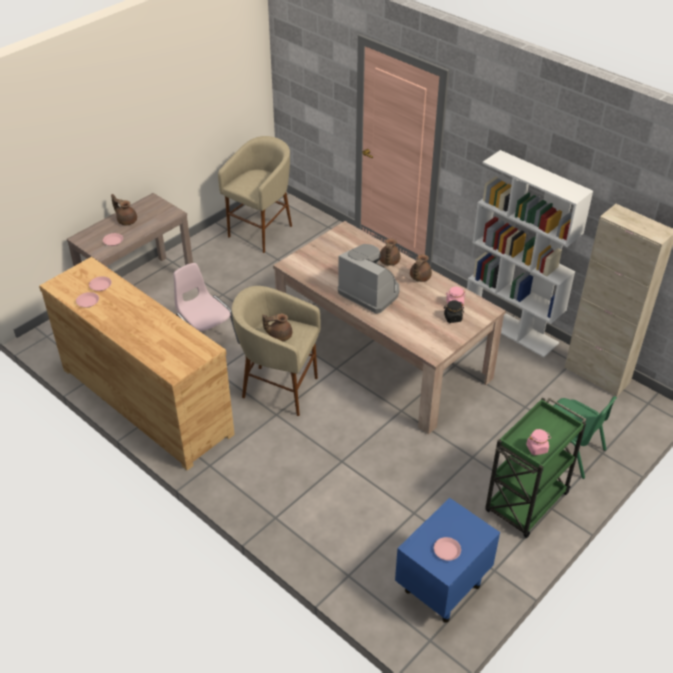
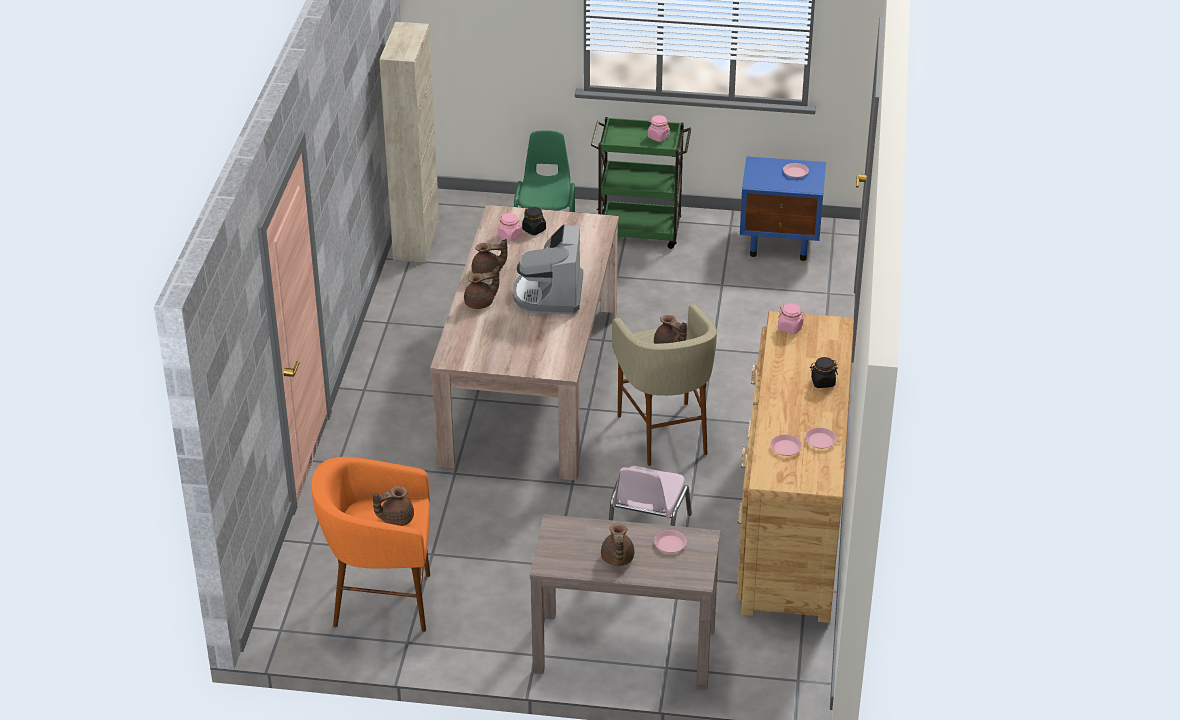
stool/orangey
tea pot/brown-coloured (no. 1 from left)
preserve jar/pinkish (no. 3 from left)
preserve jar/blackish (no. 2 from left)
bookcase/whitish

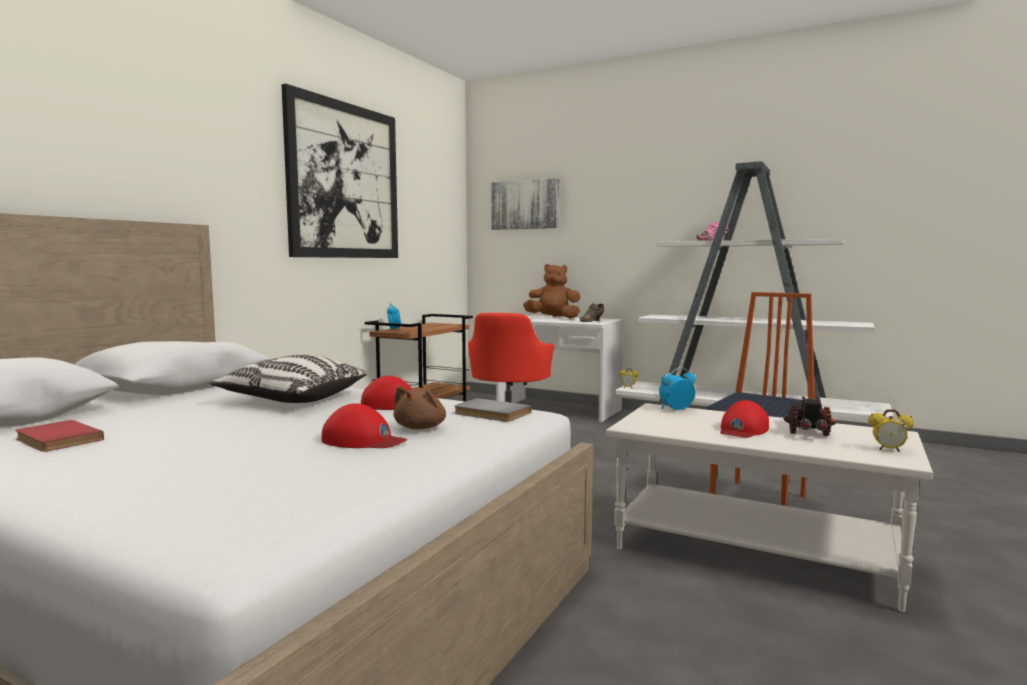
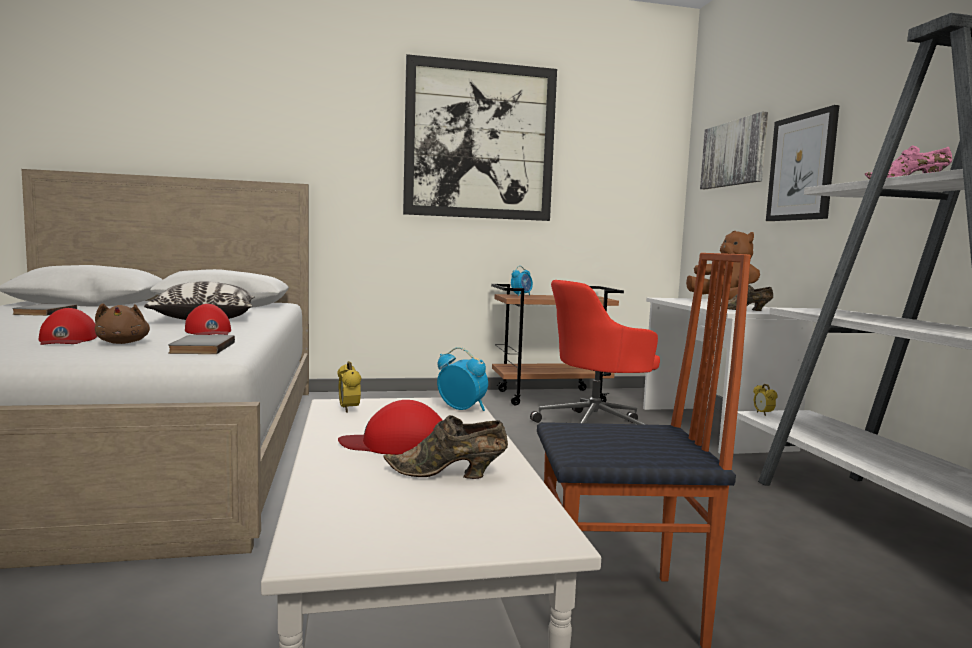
book/gray (no. 1 from left)
soft toy/brown-coloured (no. 1 from left)
alarm clock (no. 1 from left)
shoe/brown-coloured (no. 1 from left)
wall picture (no. 3 from left)

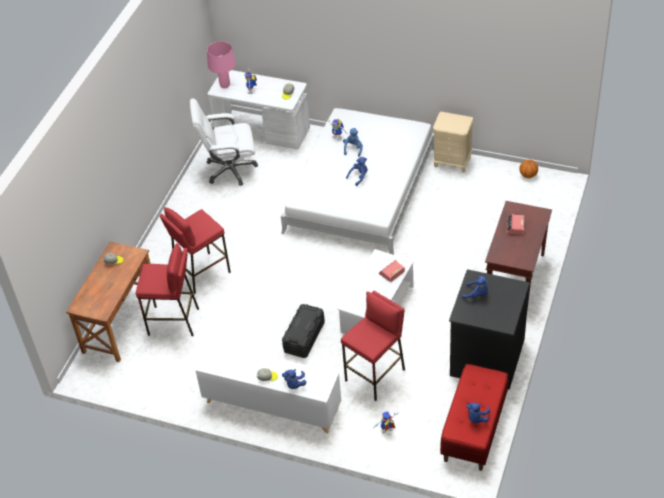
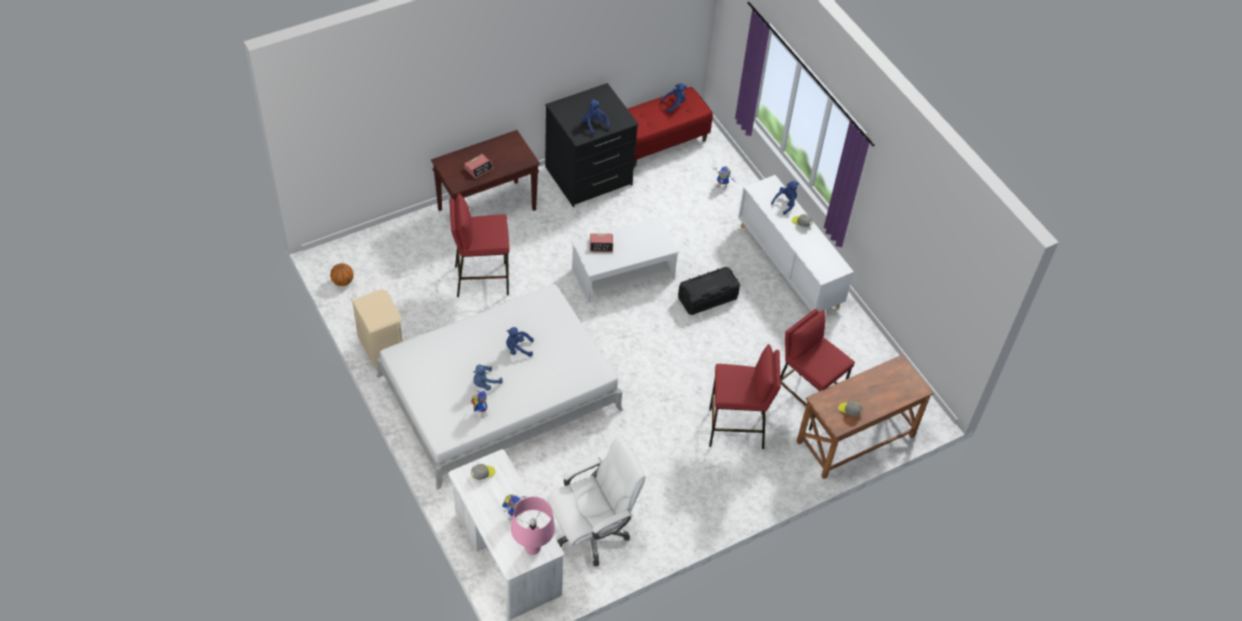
stool/red-coloured (no. 1 from left)
office chair/whitish

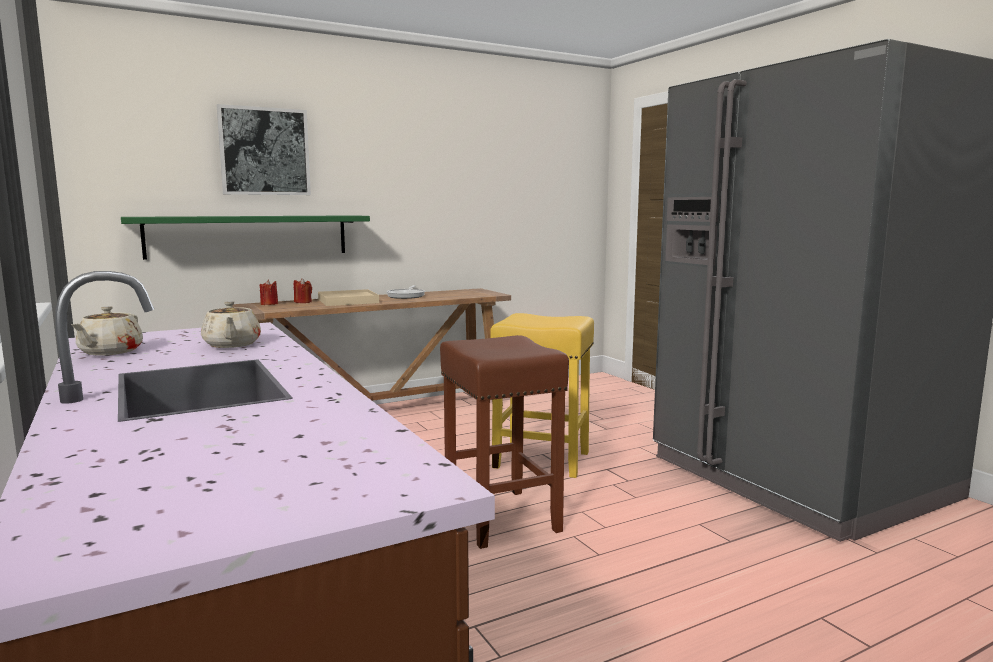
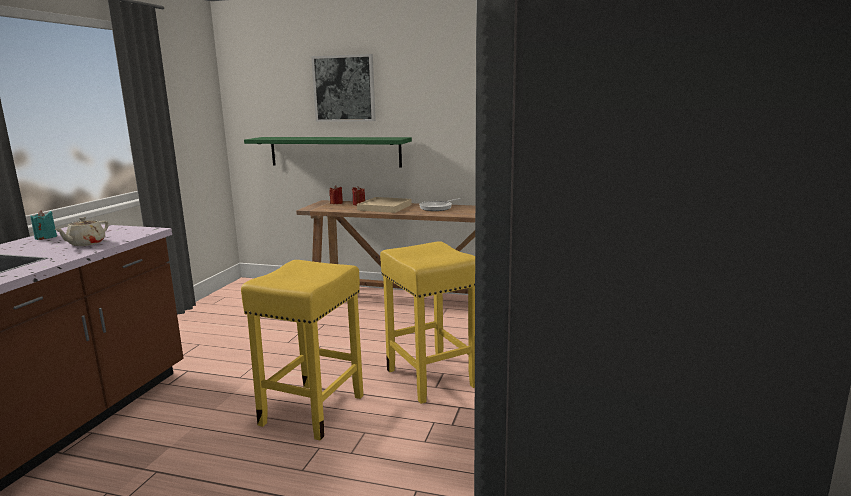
candle/turquoise
stool/yellowish (no. 1 from left)

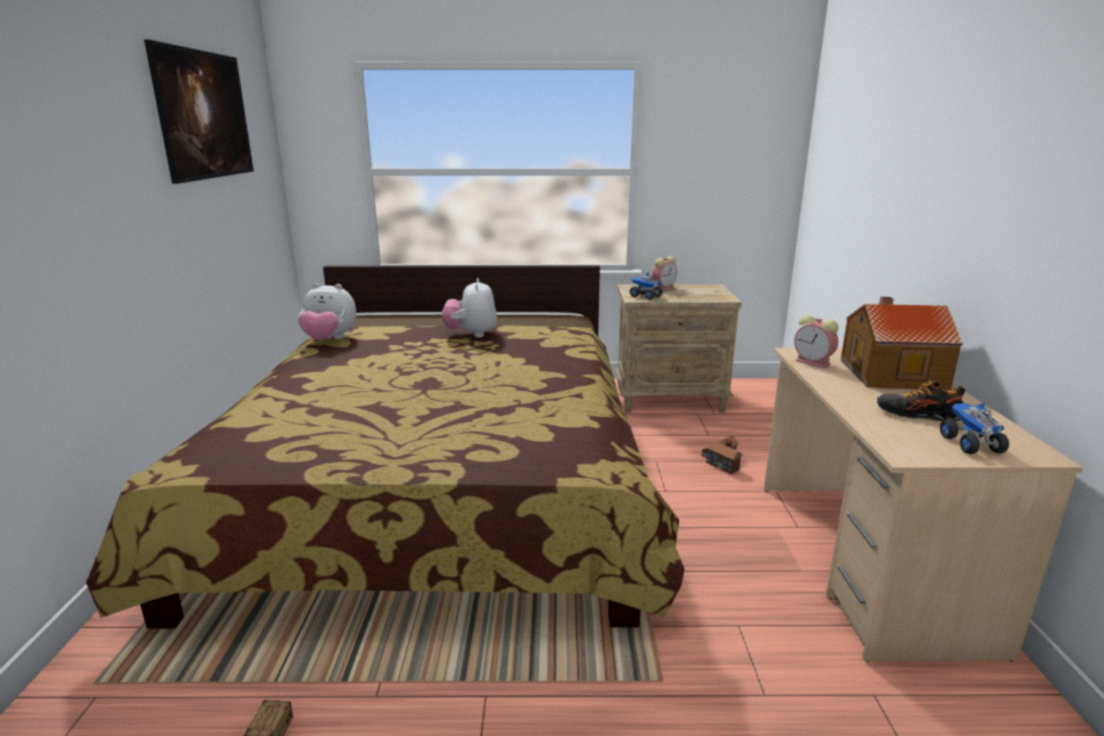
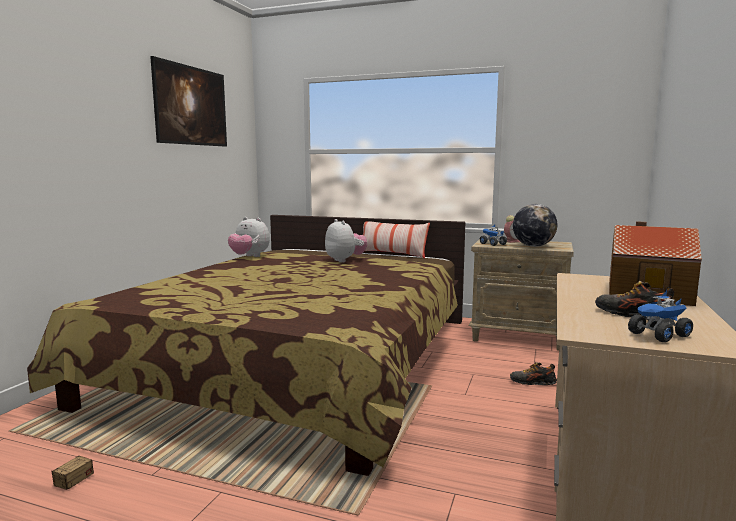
soft toy (no. 2 from left)
pillow
shoe (no. 1 from left)
desk globe
toy lorry (no. 2 from left)
alarm clock (no. 2 from left in the first image)

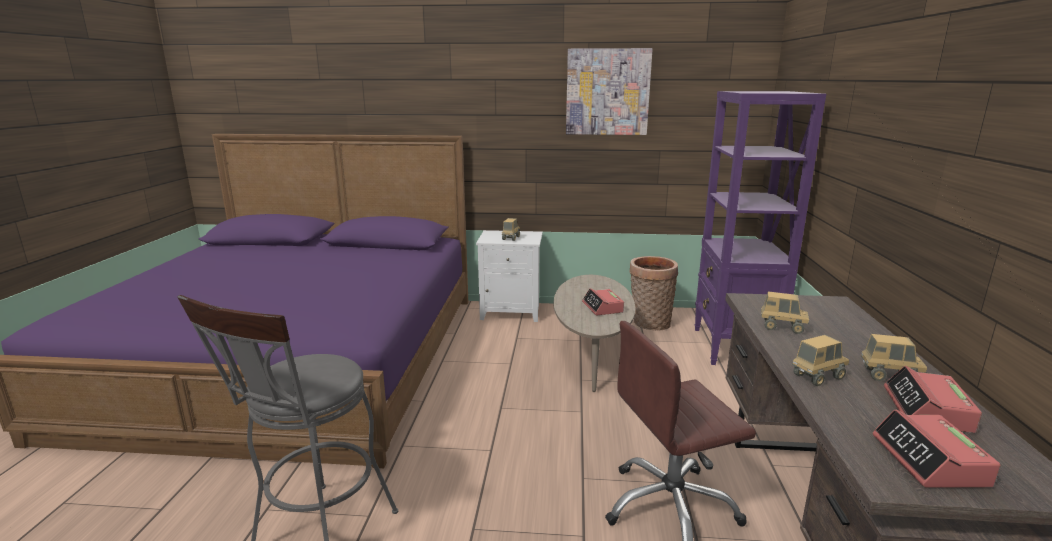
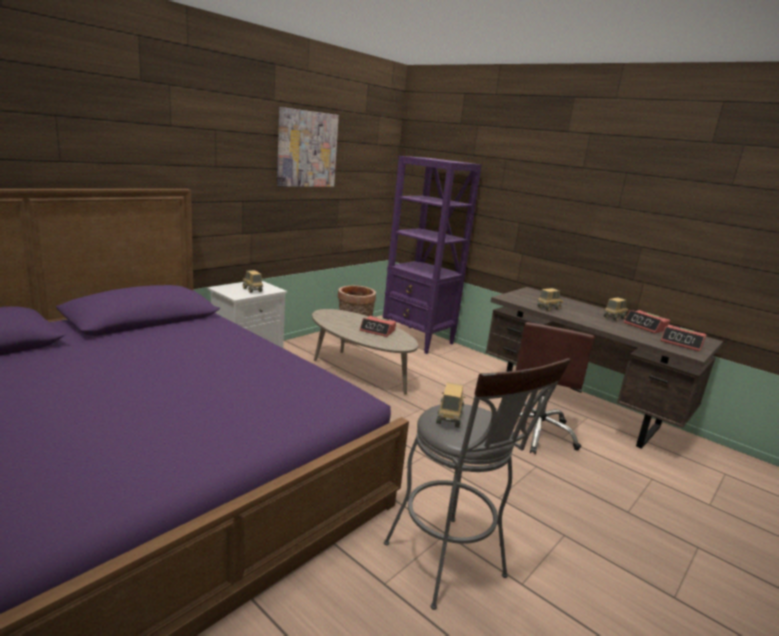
toy lorry (no. 2 from left)

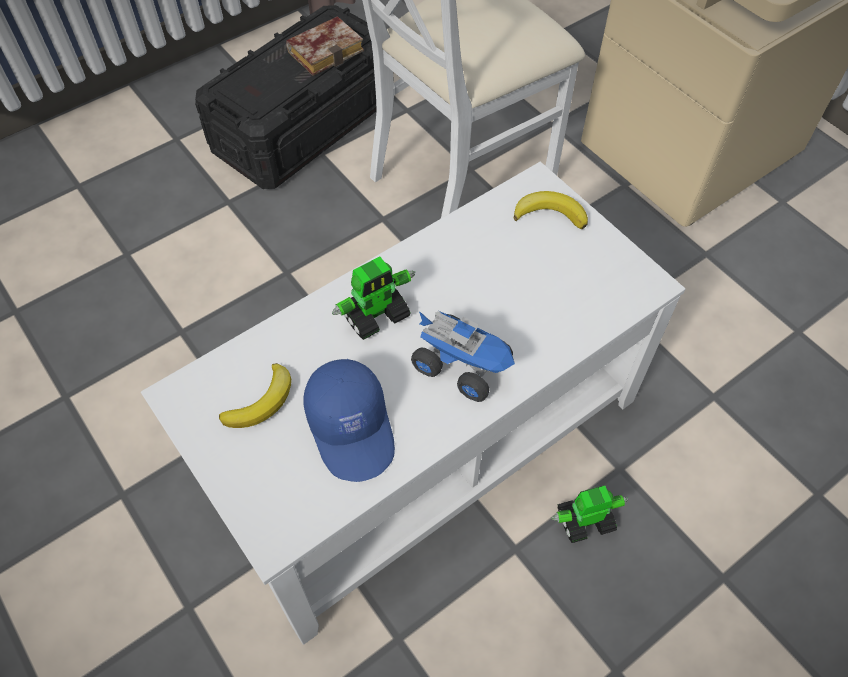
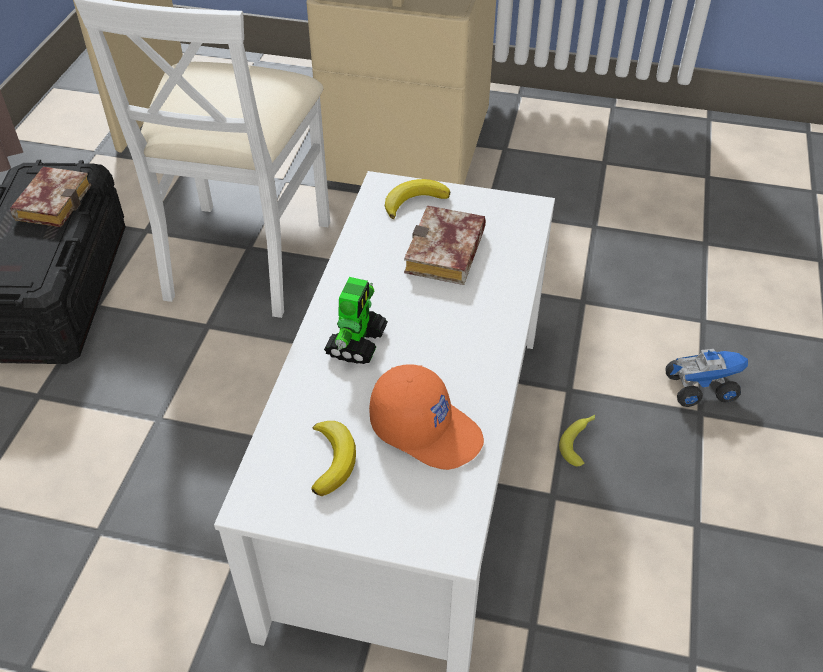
cap/orangey
book (no. 2 from left)
whole banana (no. 3 from left)
toy lorry

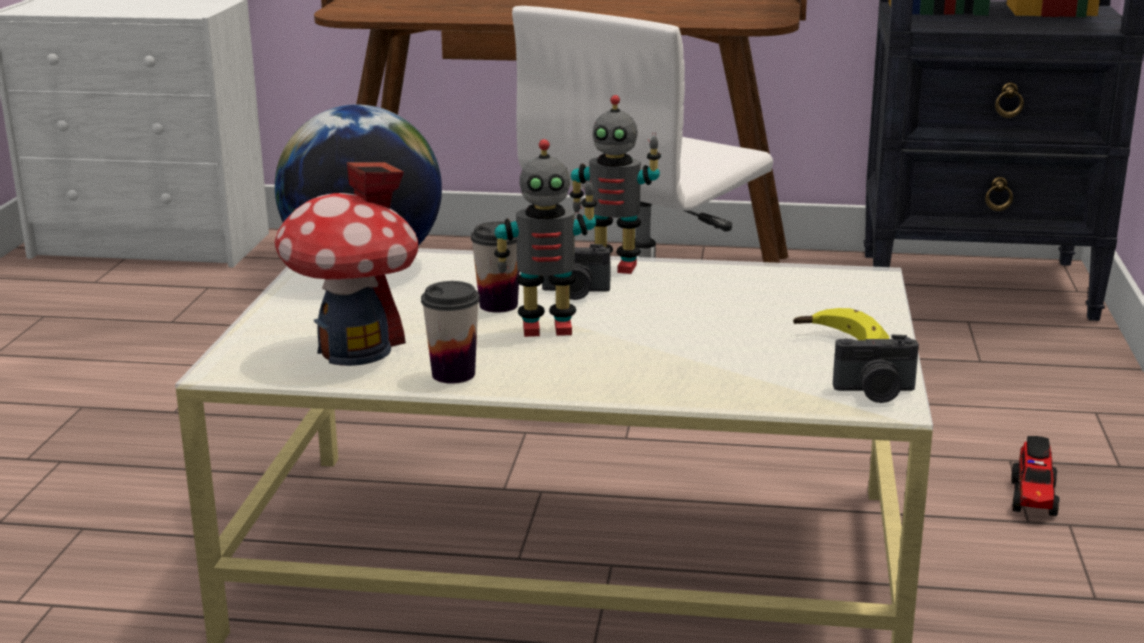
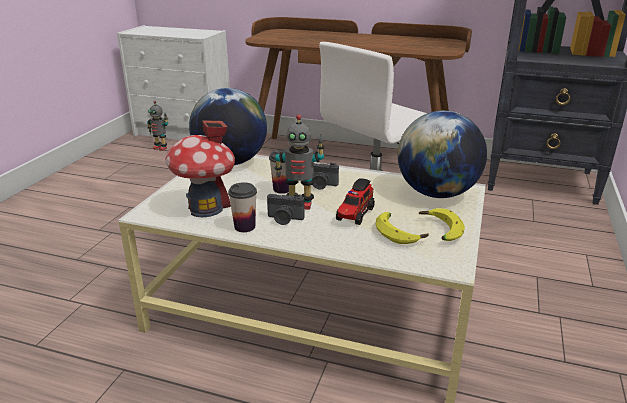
robot figure (no. 1 from left)
still camera (no. 1 from left)
toy lorry
whole banana (no. 1 from left)
desk globe (no. 2 from left)

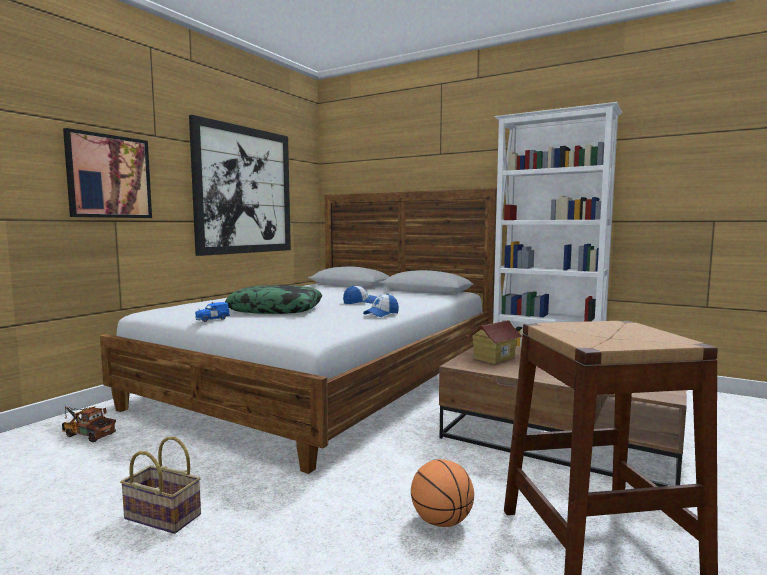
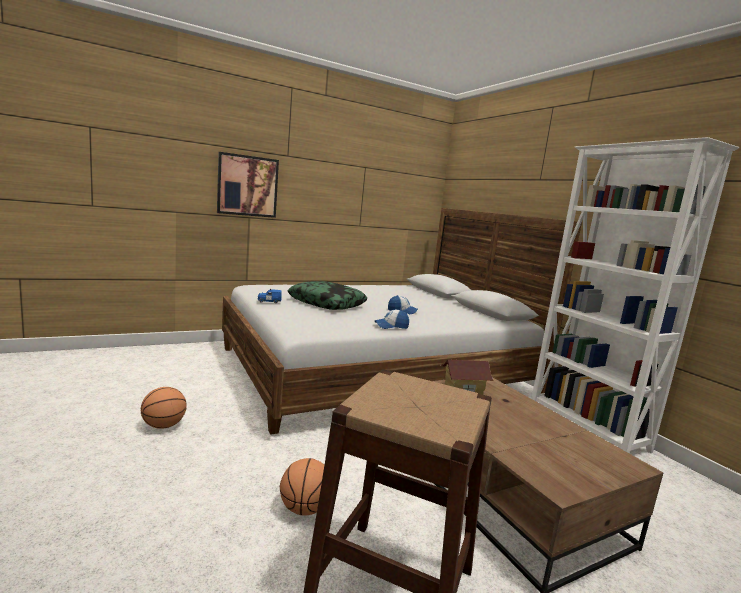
ball for basketball (no. 1 from left)
toy lorry
wall picture (no. 2 from left in the first image)

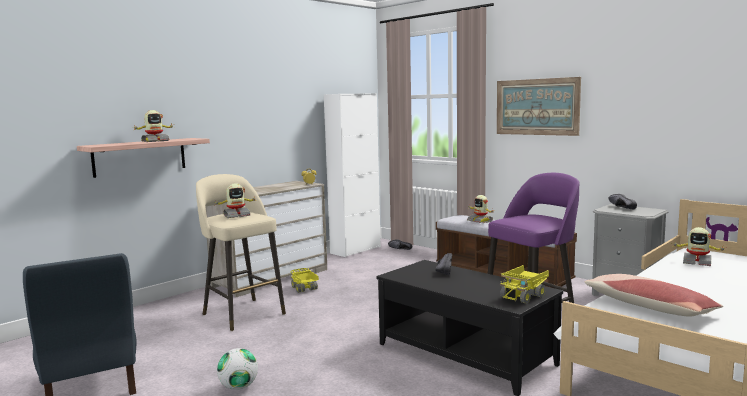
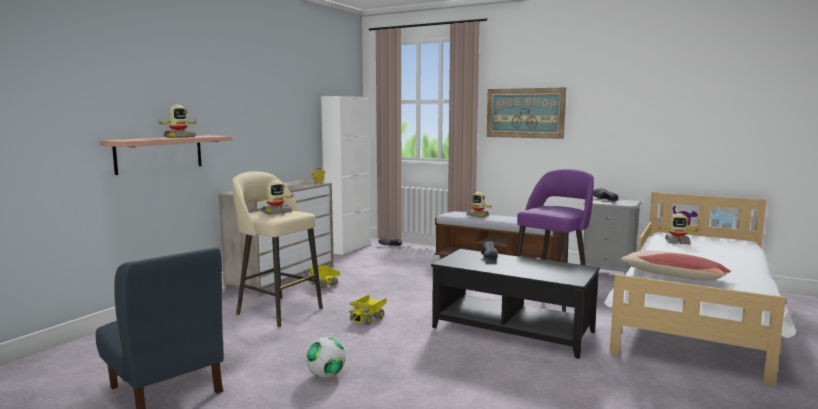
toy lorry (no. 2 from left)

